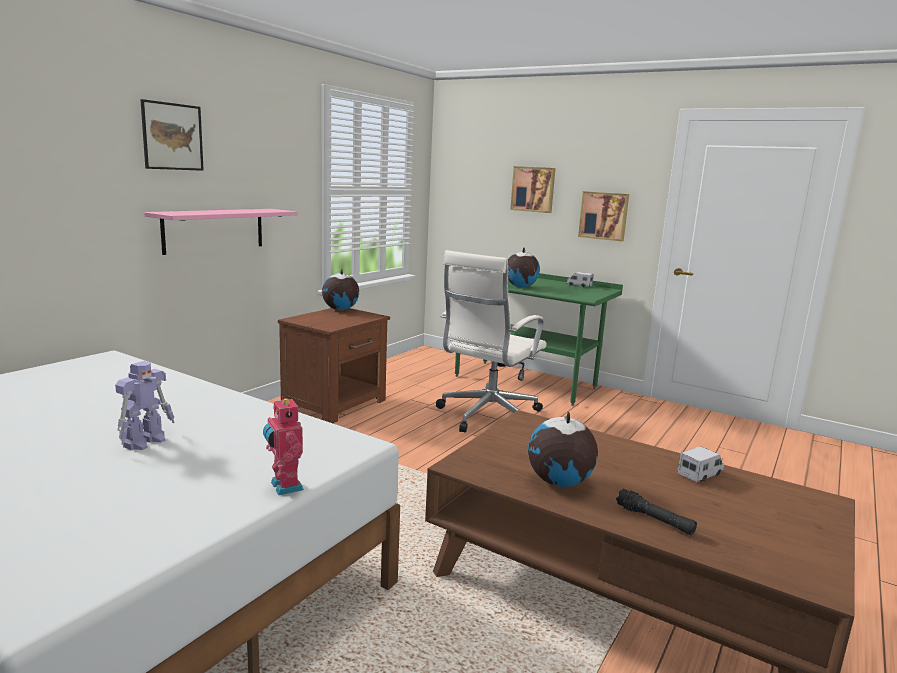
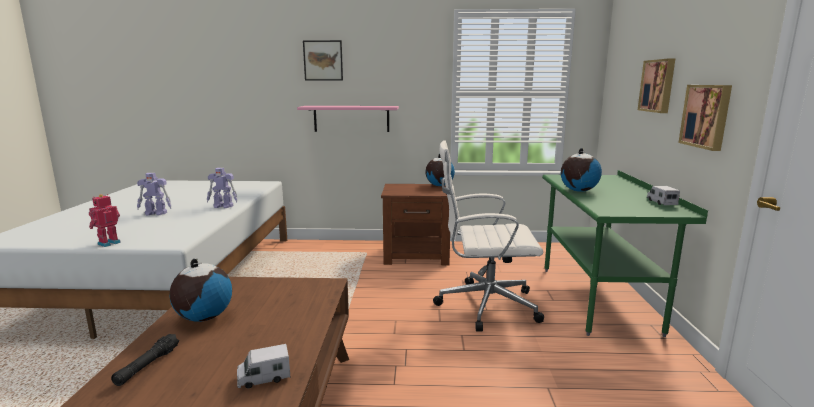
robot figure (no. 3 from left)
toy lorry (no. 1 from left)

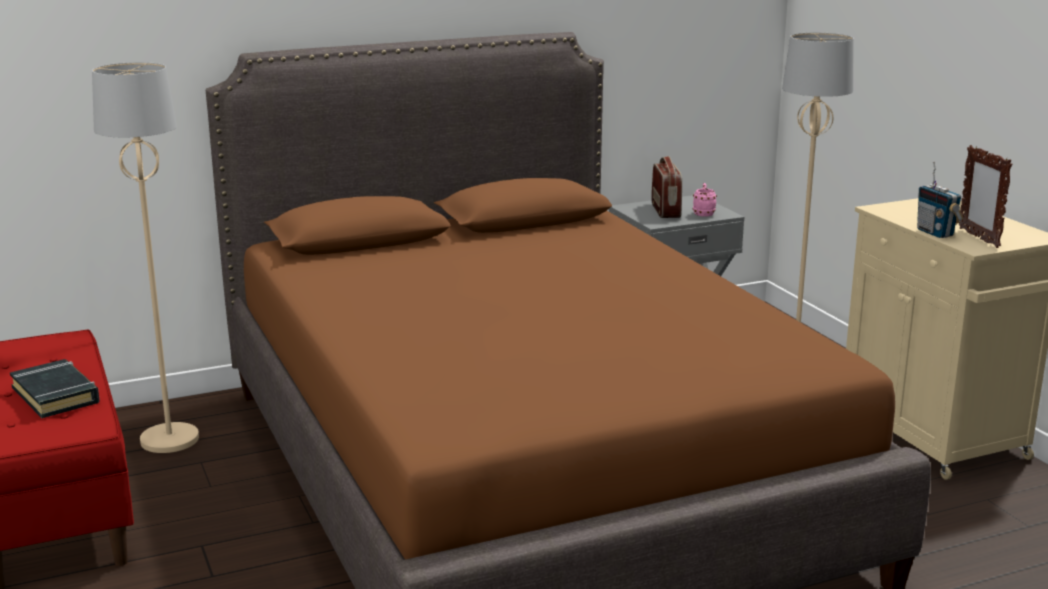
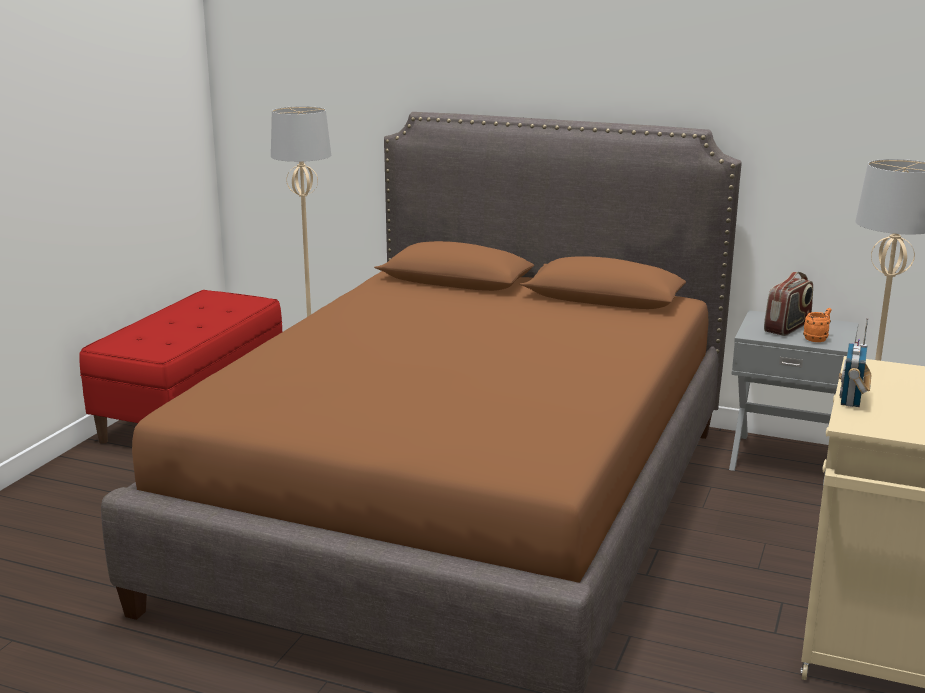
mug/orangey
book/blackish
picture frame

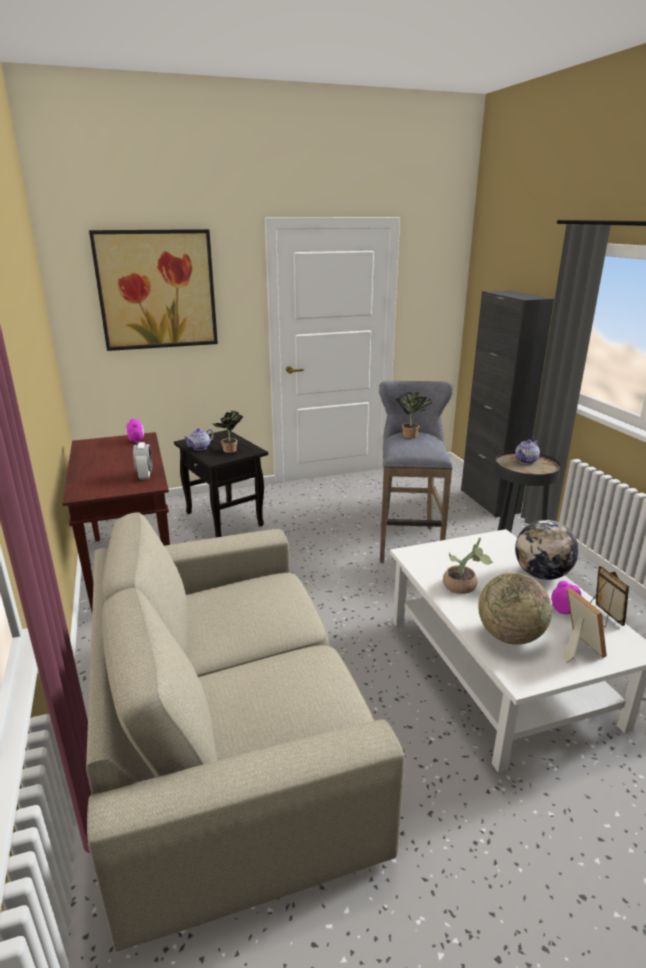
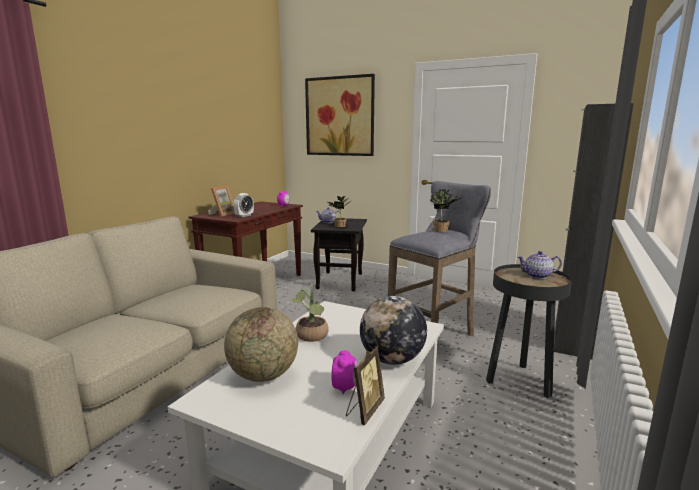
picture frame (no. 1 from left)

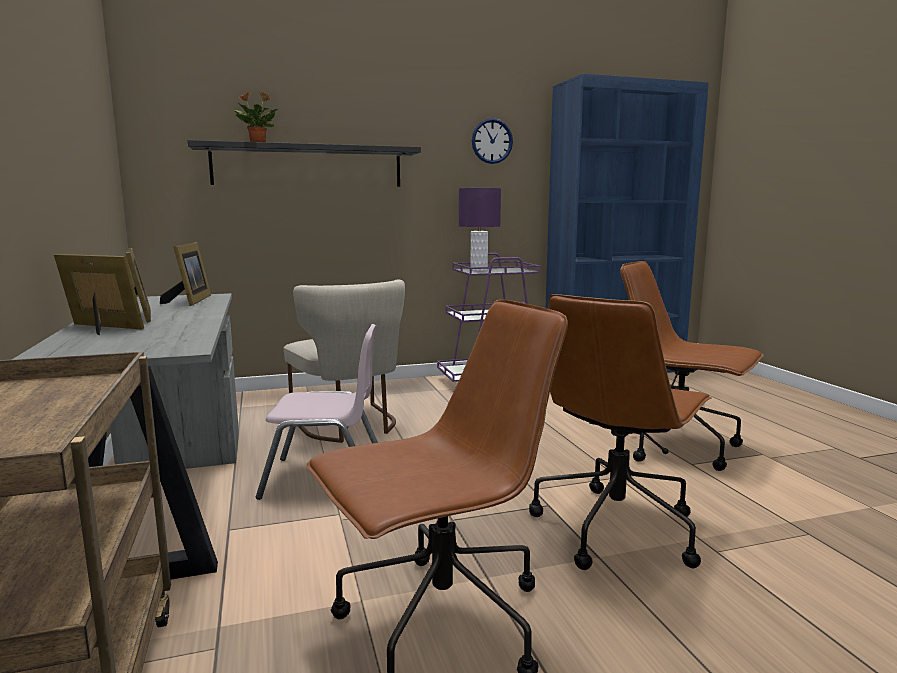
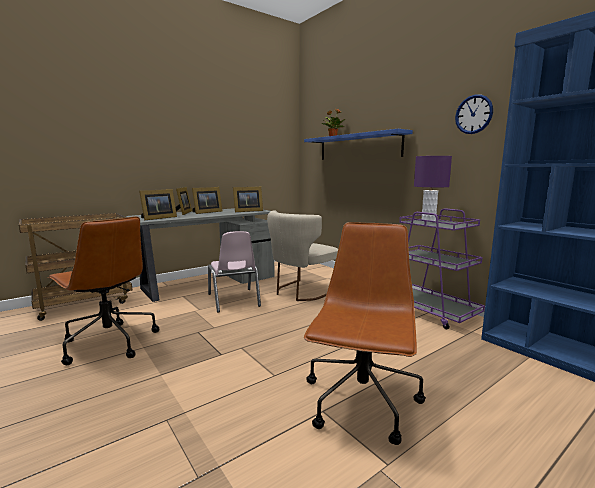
picture frame (no. 1 from left)
wall shelf/blue
office chair/brown-coloured (no. 2 from left in the first image)

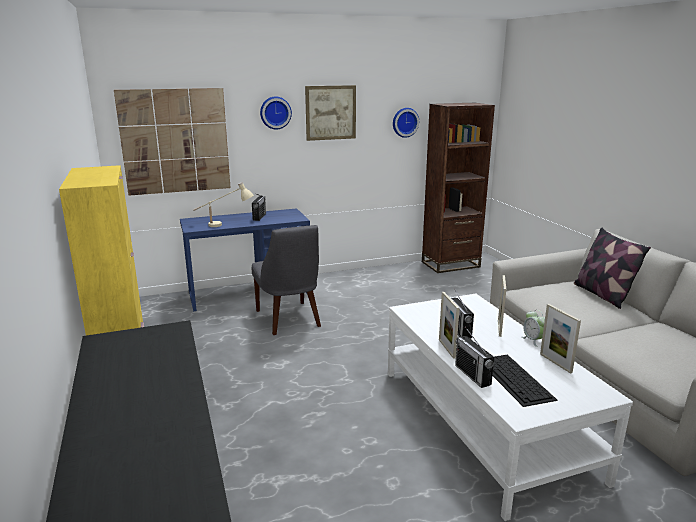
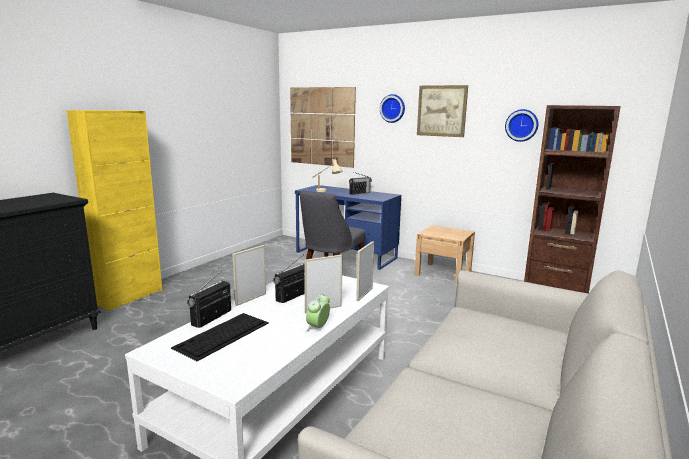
picture frame (no. 3 from left)
bedside table/sand-coloured
pillow

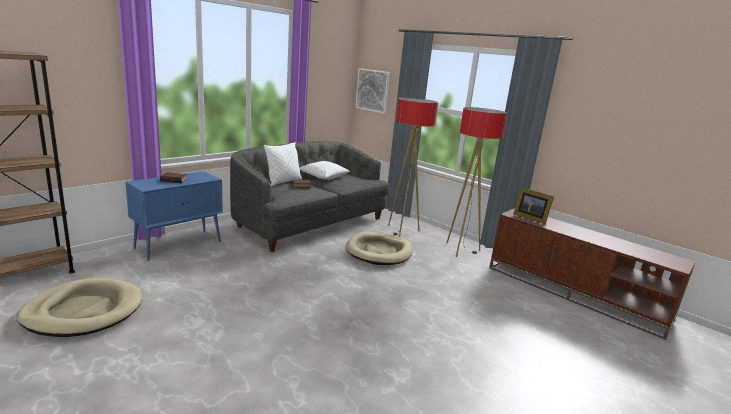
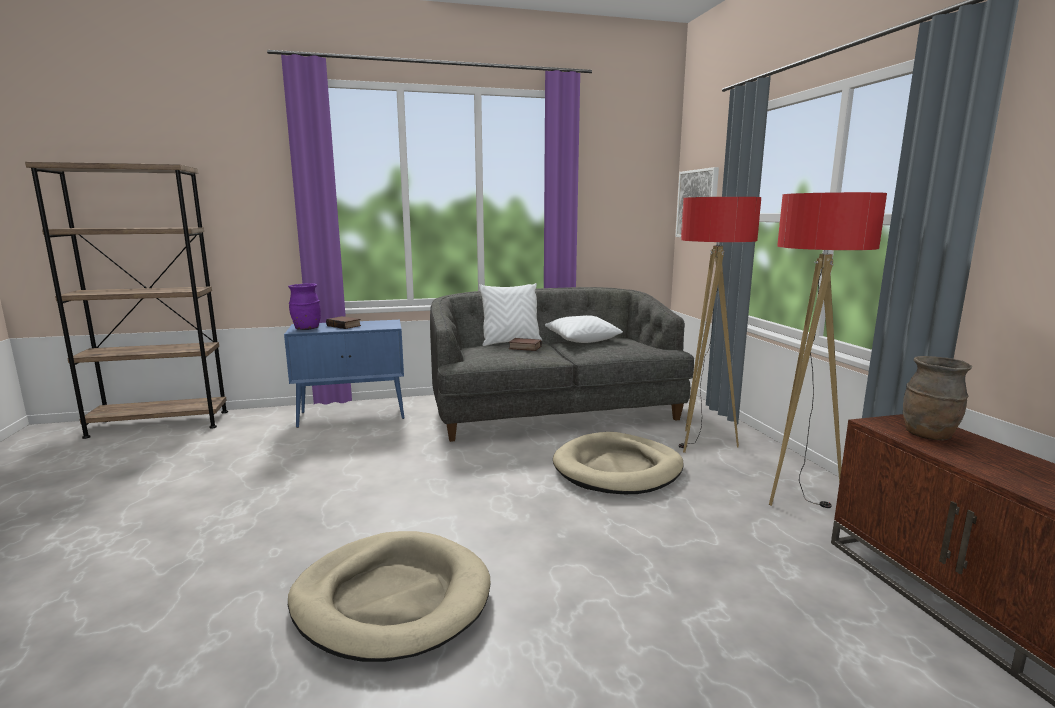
flower vase/purple
dog bed/sand-coloured (no. 1 from left)
flower vase/brown-coloured

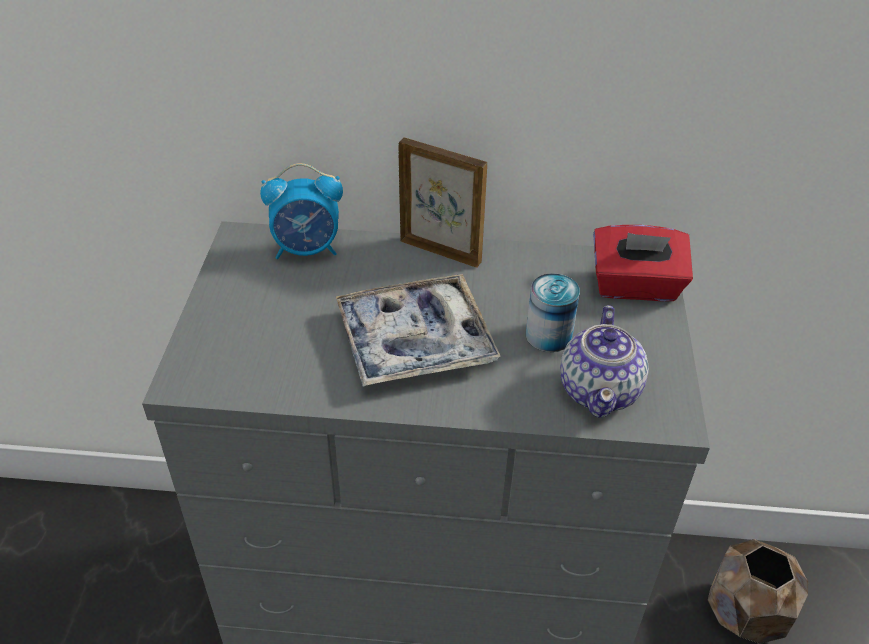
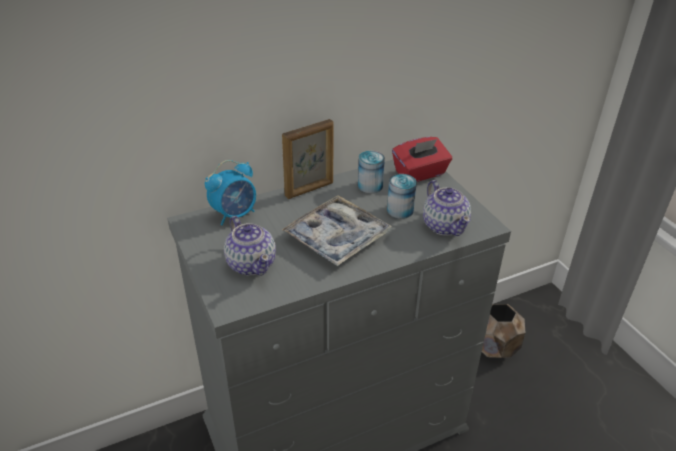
tea pot (no. 1 from left)
picture frame
metal can (no. 1 from left)

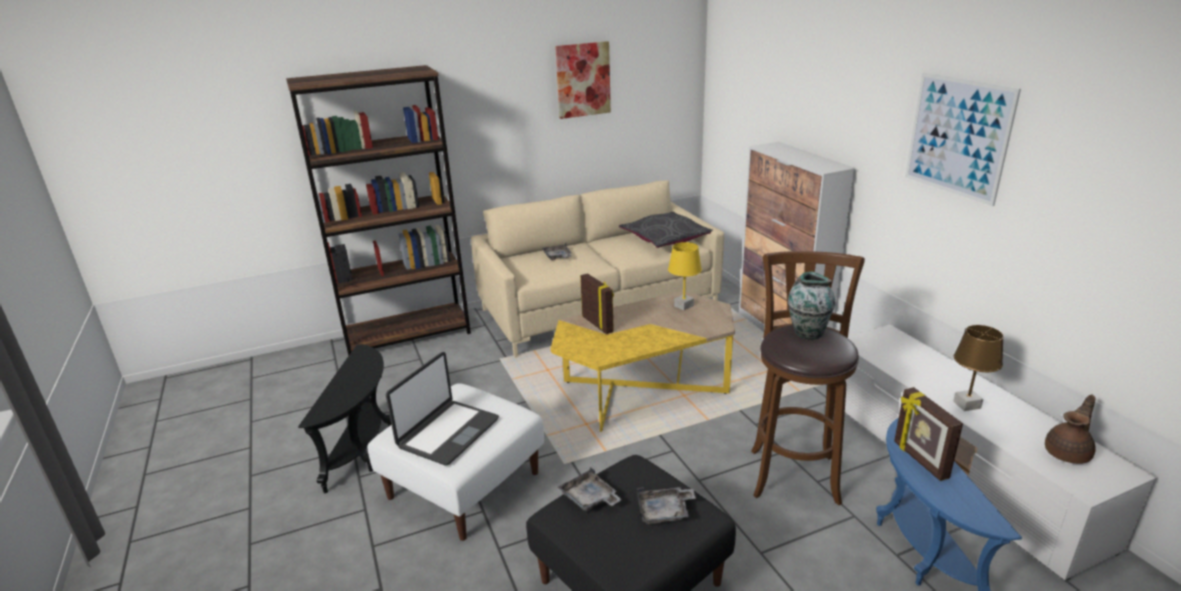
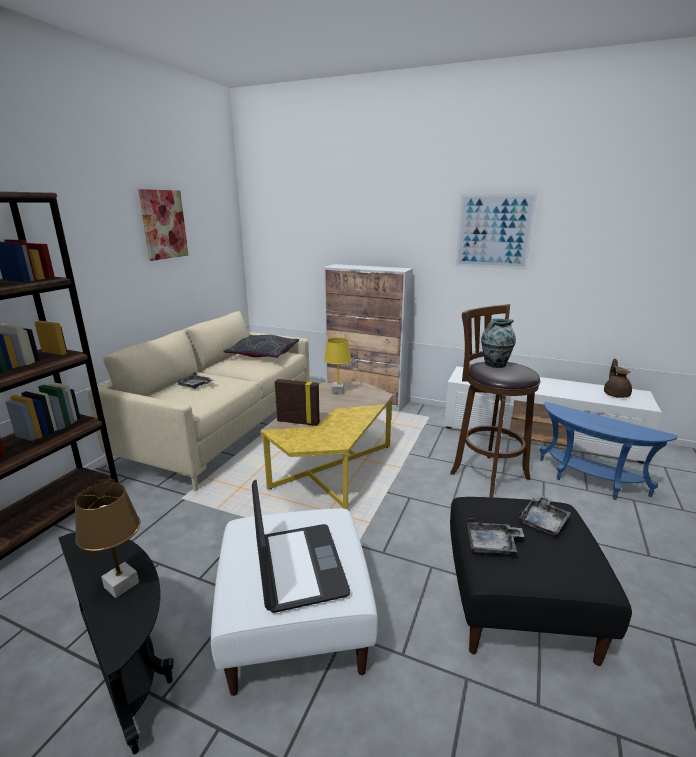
tabletop lamp/brown-coloured
picture frame (no. 2 from left in the first image)

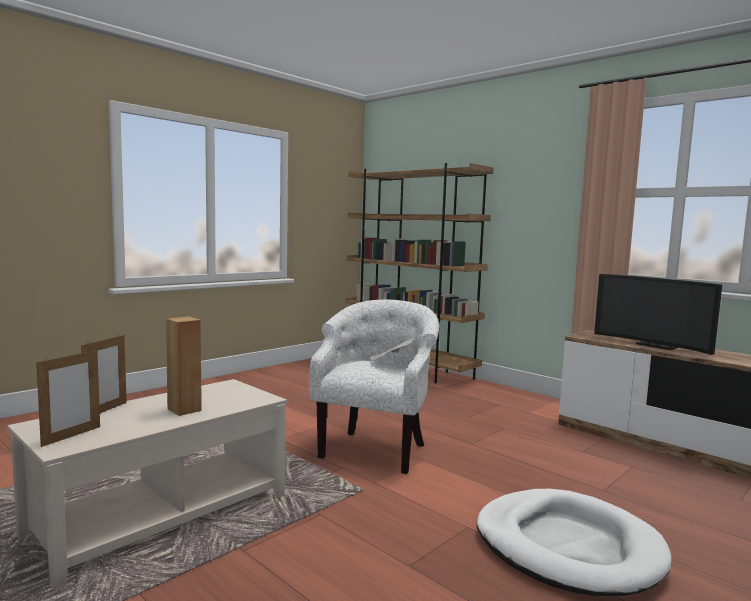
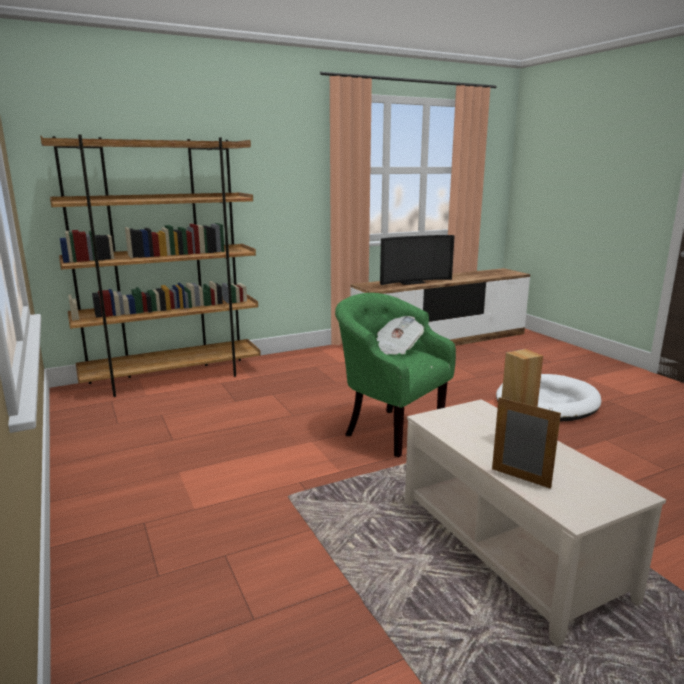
armchair/green-coloured
picture frame (no. 1 from left in the first image)

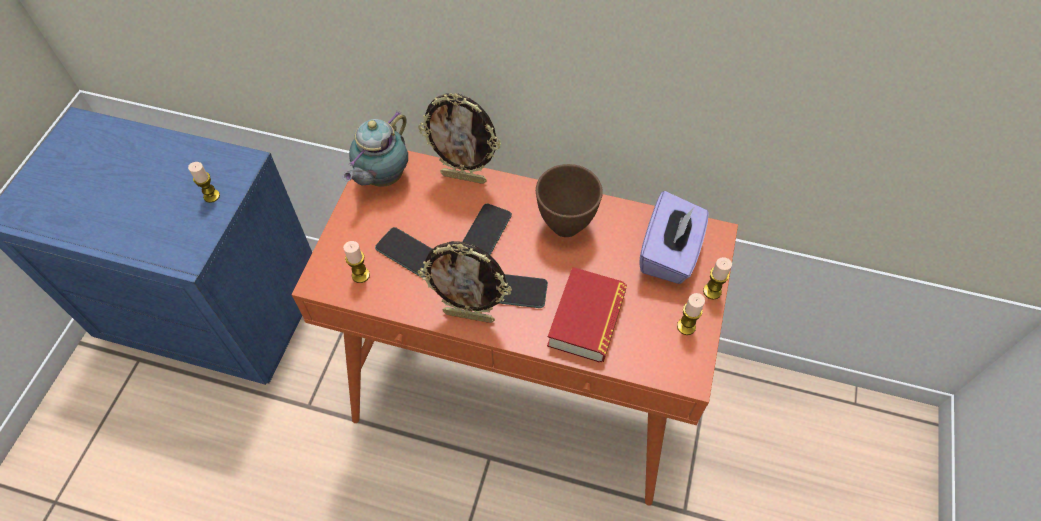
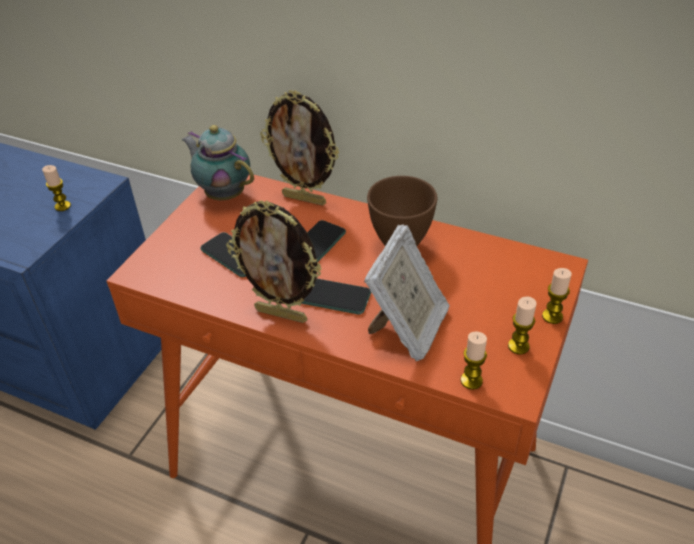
tea pot
picture frame (no. 3 from left)
candle (no. 2 from left)
tissue box/purple

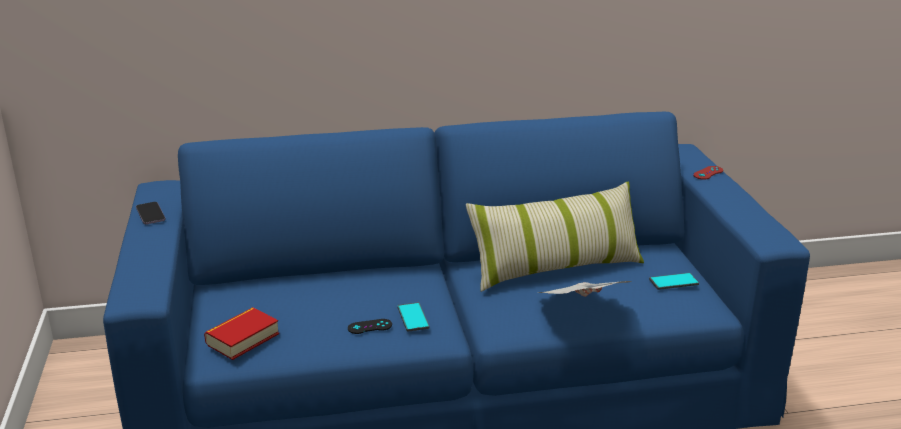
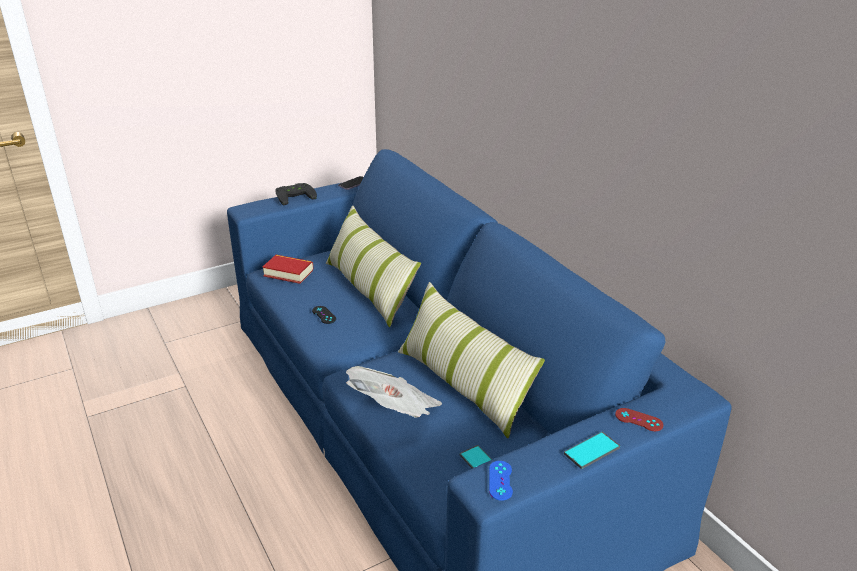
gamepad/blackish (no. 1 from left)
pillow (no. 1 from left)
gamepad/blue
phone (no. 3 from left)

